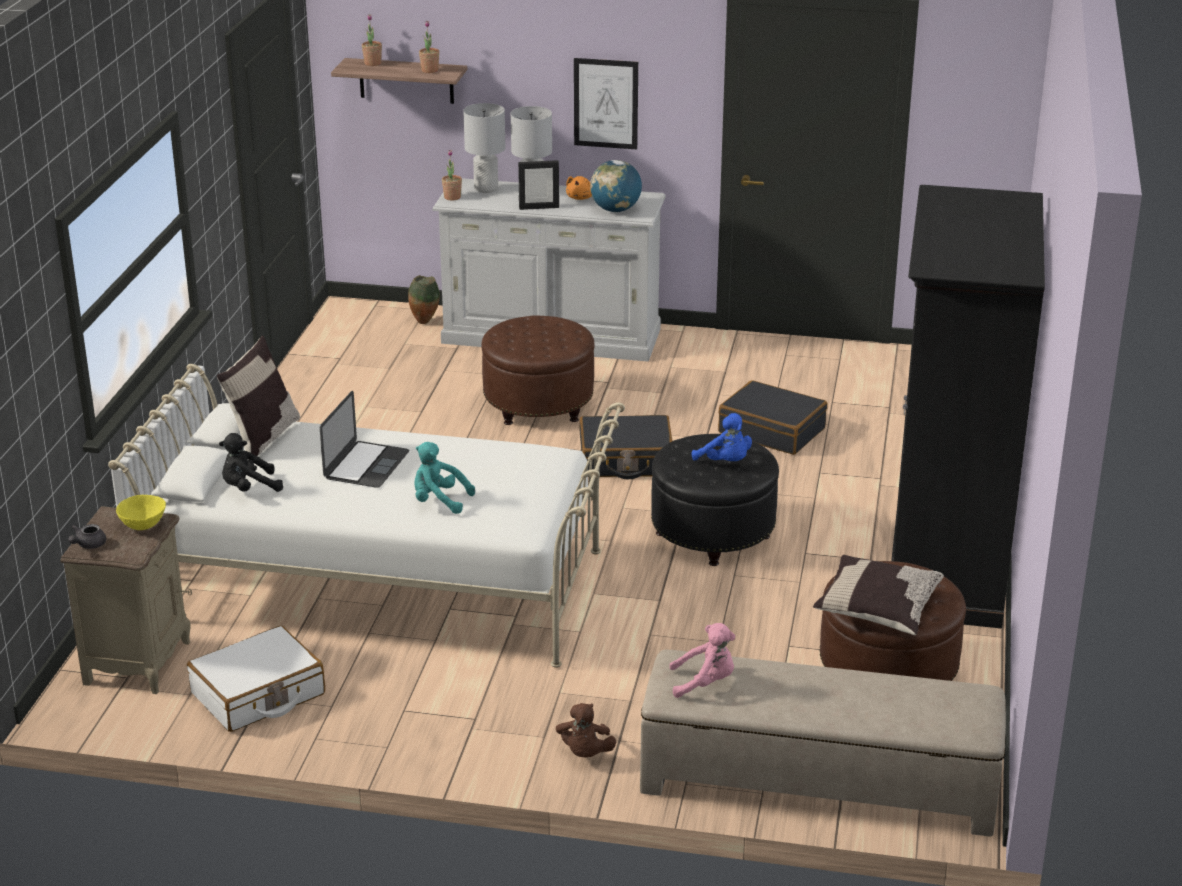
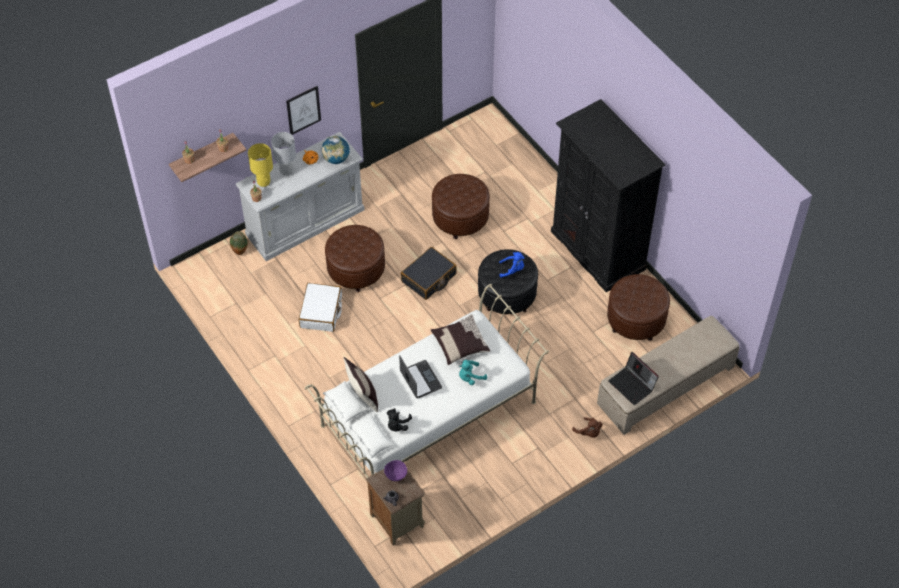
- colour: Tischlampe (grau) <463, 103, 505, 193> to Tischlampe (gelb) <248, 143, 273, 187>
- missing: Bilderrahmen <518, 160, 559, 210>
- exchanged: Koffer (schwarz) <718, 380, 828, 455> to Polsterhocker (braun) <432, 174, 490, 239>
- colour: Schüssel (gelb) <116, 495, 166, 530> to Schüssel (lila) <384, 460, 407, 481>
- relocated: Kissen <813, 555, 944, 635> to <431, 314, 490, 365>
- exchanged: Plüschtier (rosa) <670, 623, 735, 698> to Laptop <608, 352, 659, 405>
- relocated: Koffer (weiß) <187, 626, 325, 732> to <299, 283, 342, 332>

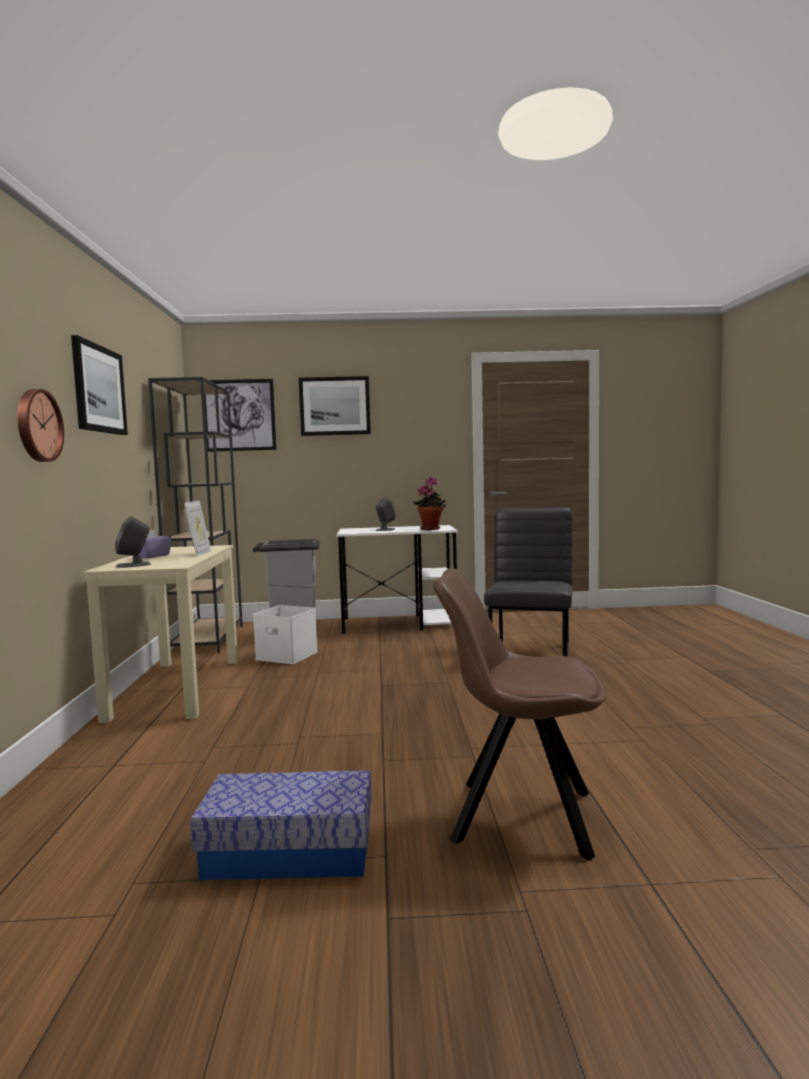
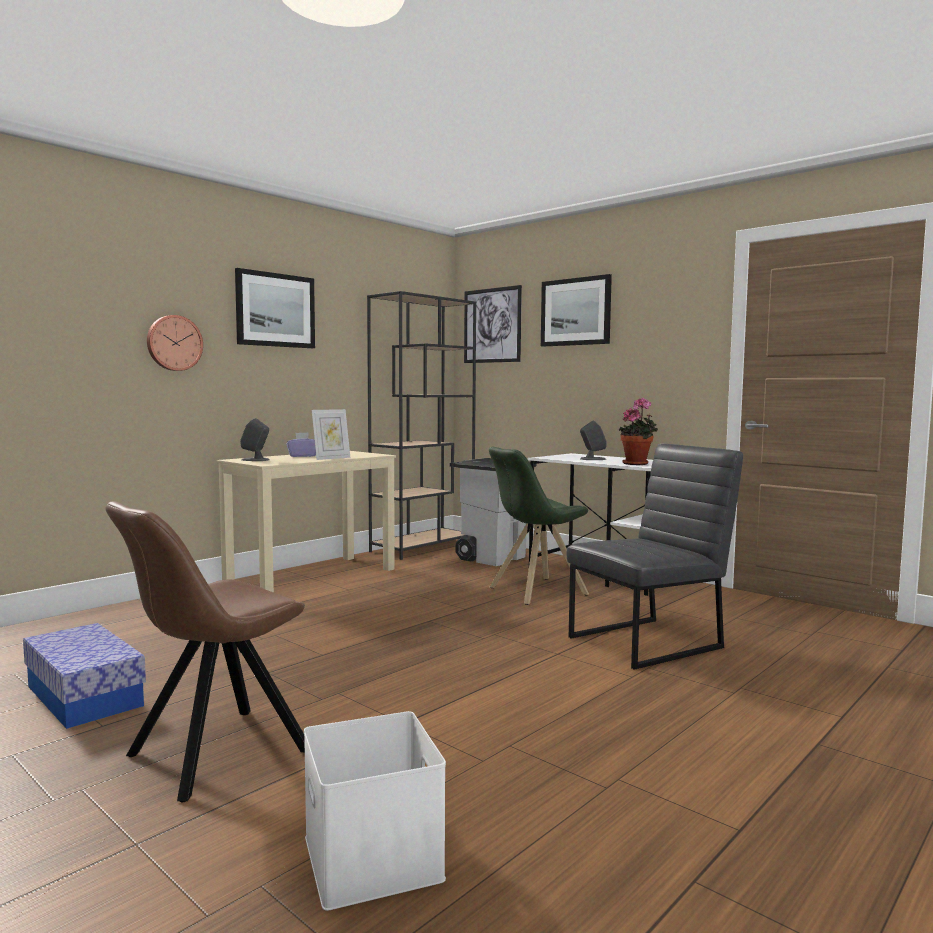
- spun: Stuhl (braun) <433, 568, 607, 860> = <105, 501, 305, 802> 105 degrees counterclockwise
- relocated: Aufbewahrungsbox (weiß) <253, 605, 318, 664> to <304, 711, 446, 911>
- appeared: Stuhl (grün) <489, 446, 589, 605>

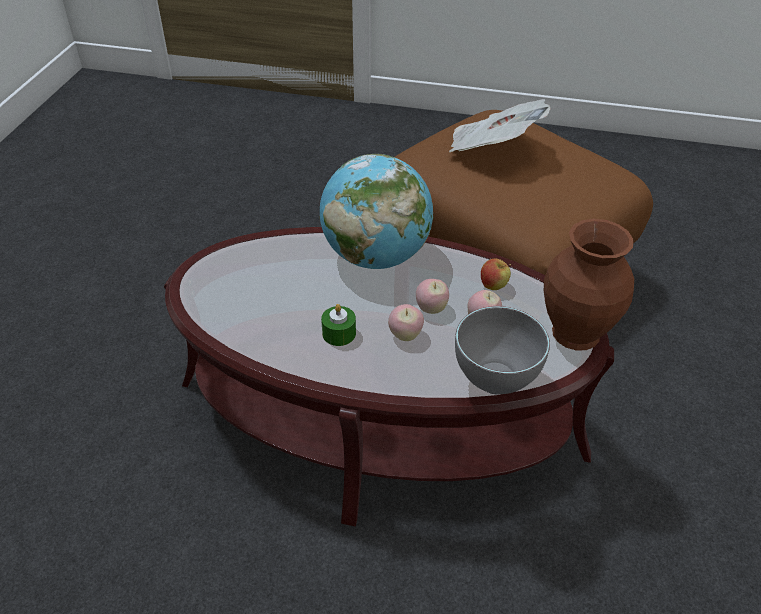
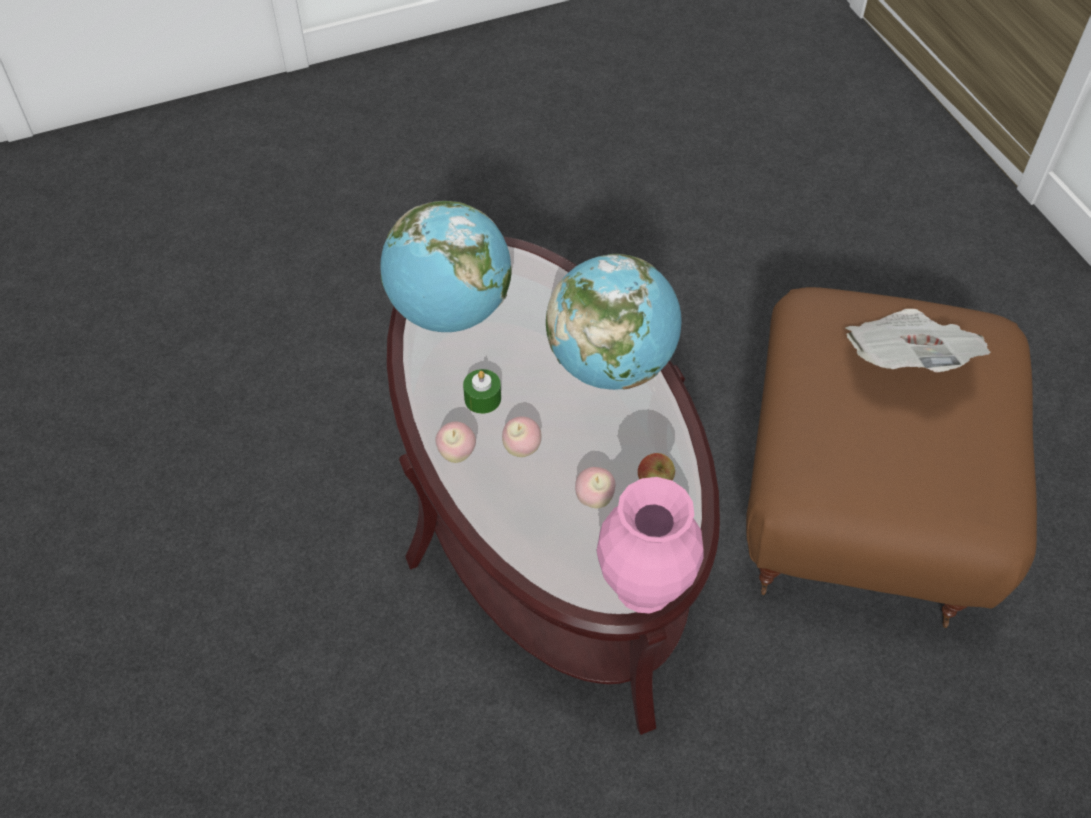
- colour: Vase (braun) <544, 219, 634, 351> to Vase (rosa) <596, 477, 704, 614>
- relocated: Apfel <416, 279, 449, 314> to <435, 421, 476, 463>
- missing: Schüssel (grau) <455, 306, 550, 394>
- appeared: Globus <380, 201, 512, 332>

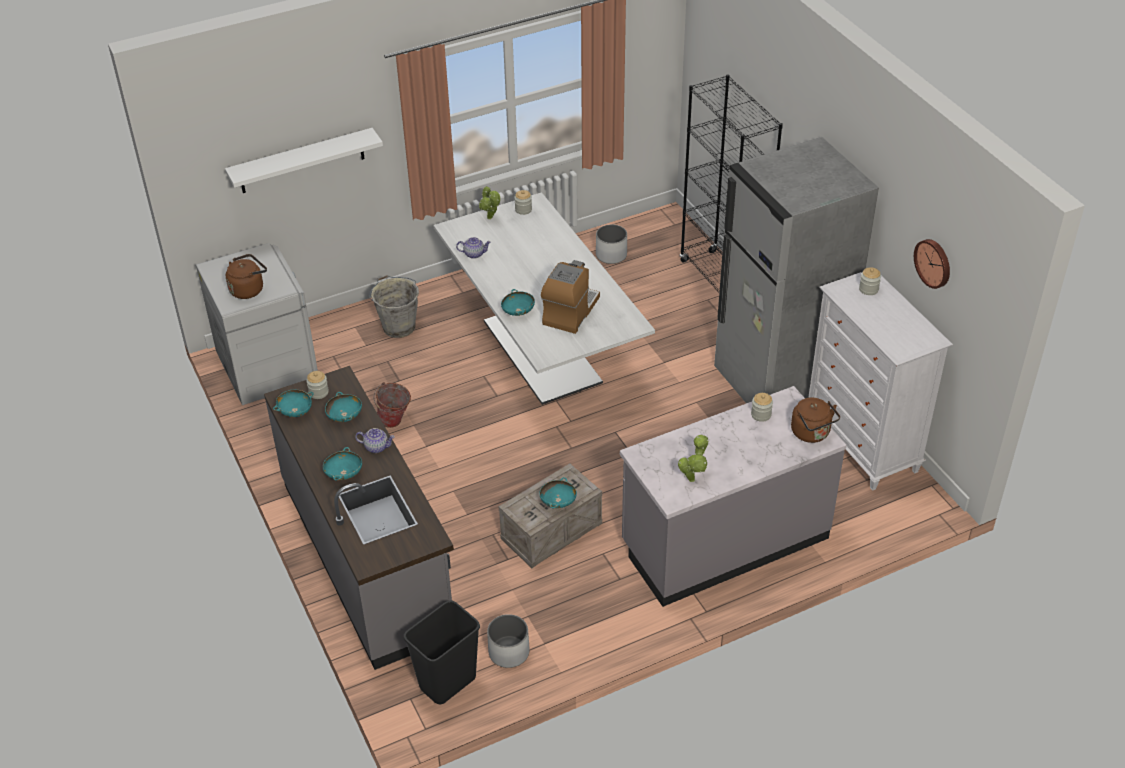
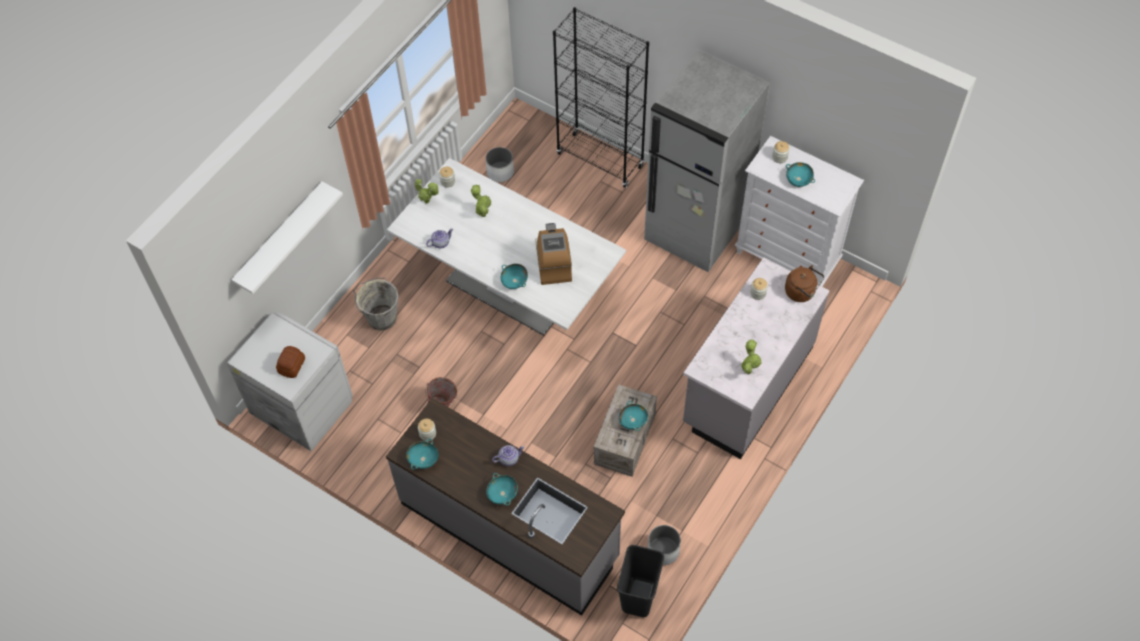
- missing: Wanduhr <914, 239, 950, 289>
- exchanged: Wasserkessel (braun) <226, 254, 267, 299> to Brot <276, 346, 305, 378>
- relocated: Schüssel (türkis) <325, 392, 362, 422> to <786, 162, 815, 187>
- appeared: Topfpflanze <471, 185, 491, 217>

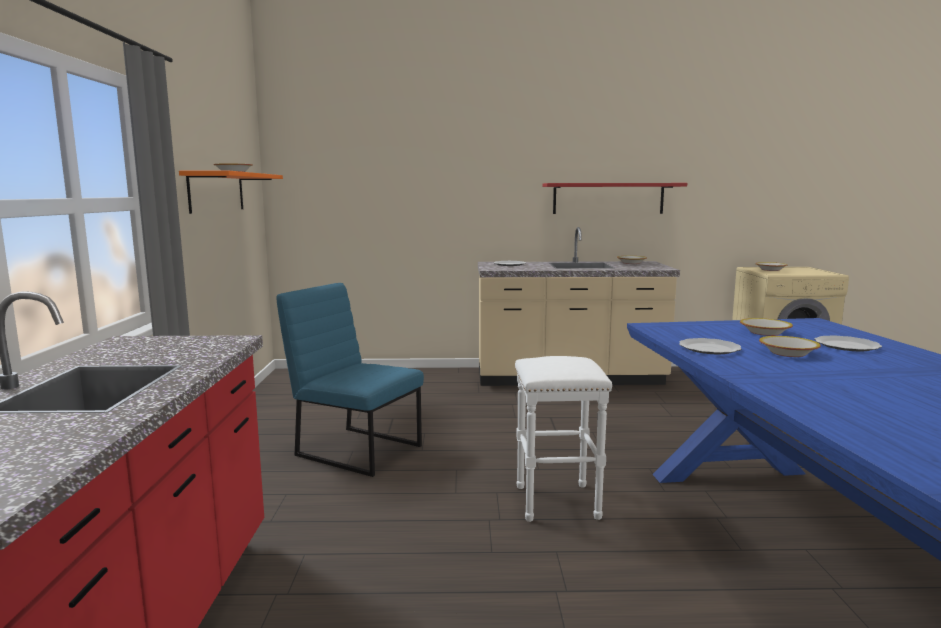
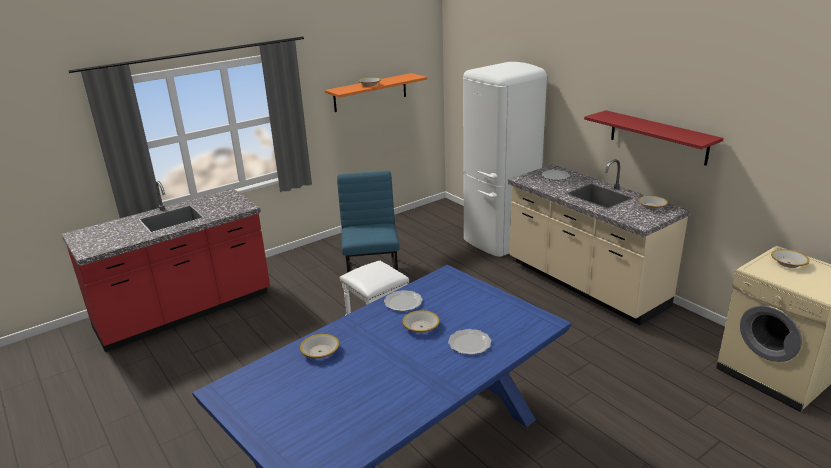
- relocated: Schüssel <740, 318, 793, 336> to <300, 334, 339, 359>
- appeared: Kühlschrank (weiß) <463, 62, 547, 257>

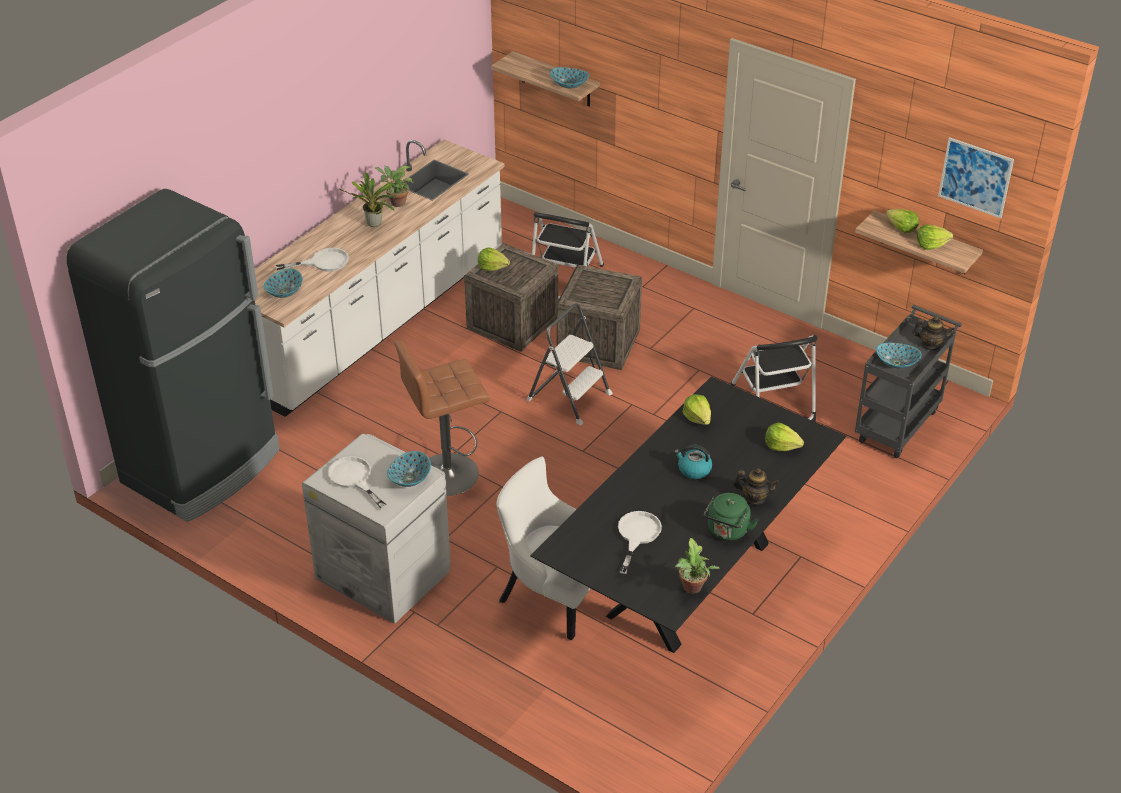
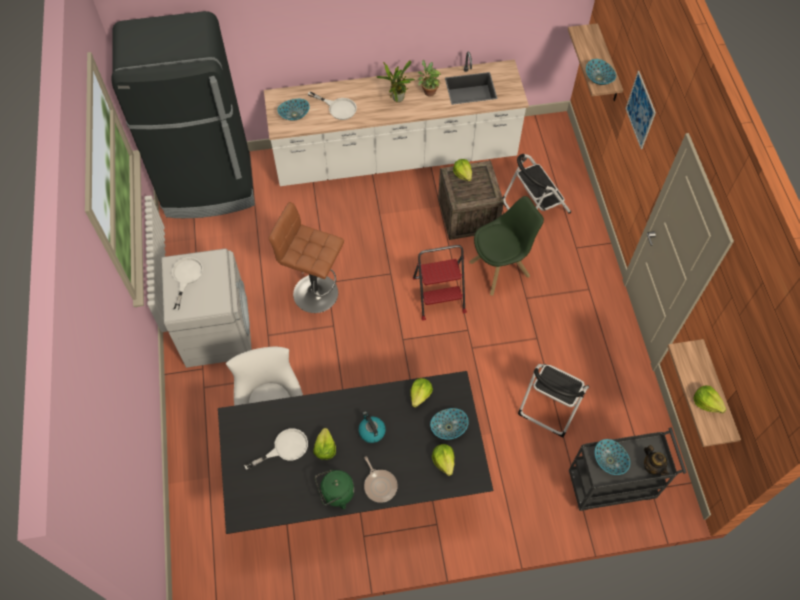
- relocated: Bild <938, 137, 1014, 218> to <625, 71, 656, 149>
- relocated: Salatkopf <886, 209, 919, 233> to <313, 428, 336, 460>
- exchanged: Kiste <557, 265, 642, 370> to Stuhl (grün) <469, 196, 544, 296>
- colour: Trittleiter (weiß) <527, 303, 613, 425> to Trittleiter (rot) <413, 245, 467, 321>
- relocated: Schüssel <387, 451, 431, 487> to <430, 408, 469, 440>
- exchanged: Teekanne <733, 468, 779, 505> to Pfanne <364, 457, 398, 503>
- missing: Topfpflanze <675, 538, 719, 594>

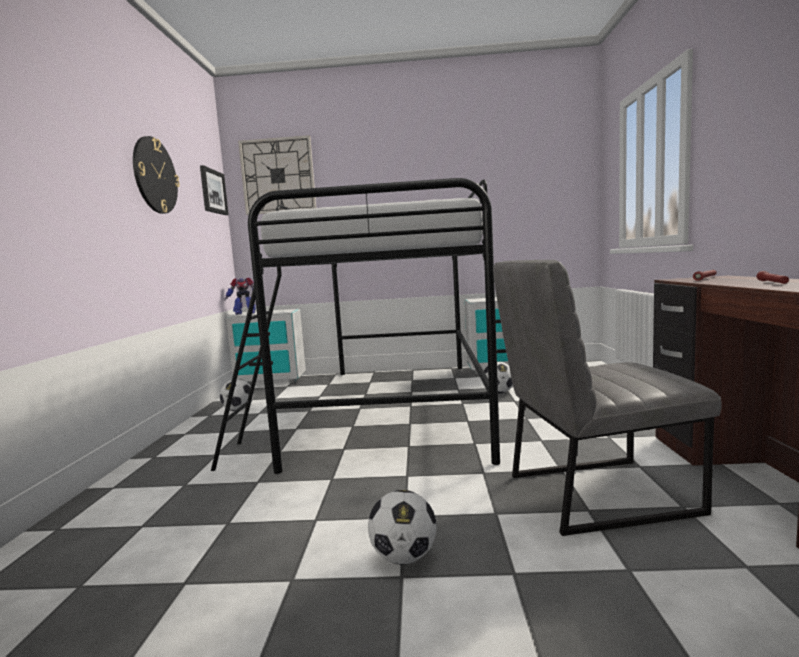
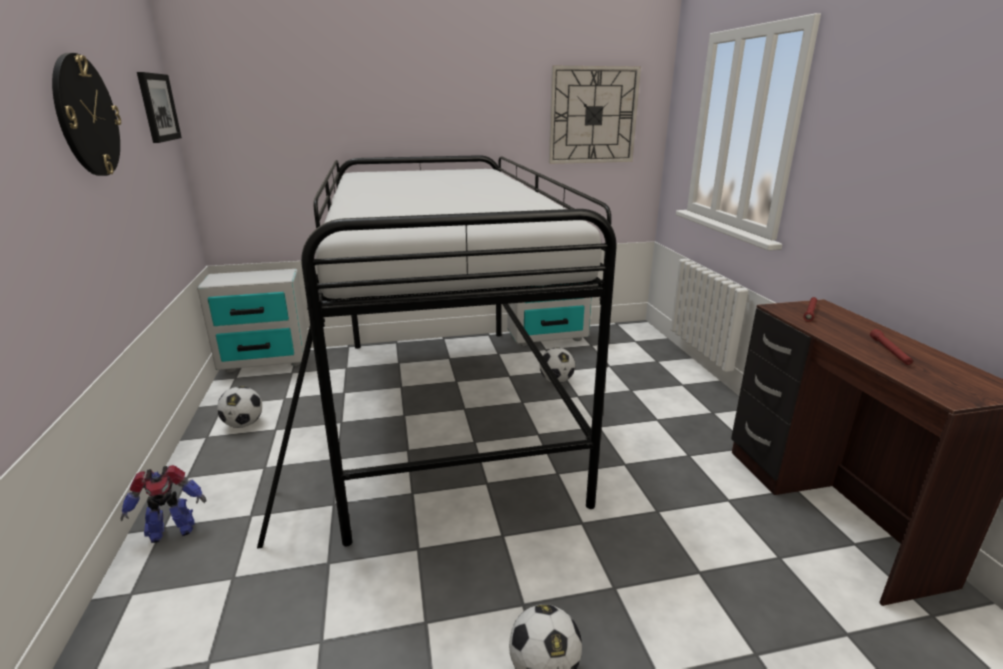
- relocated: Wanduhr <238, 135, 316, 215> to <549, 66, 641, 164>
- missing: Stuhl (grau) <493, 260, 722, 536>
- relocated: Spielzeugroboter <225, 278, 256, 315> to <121, 465, 206, 543>

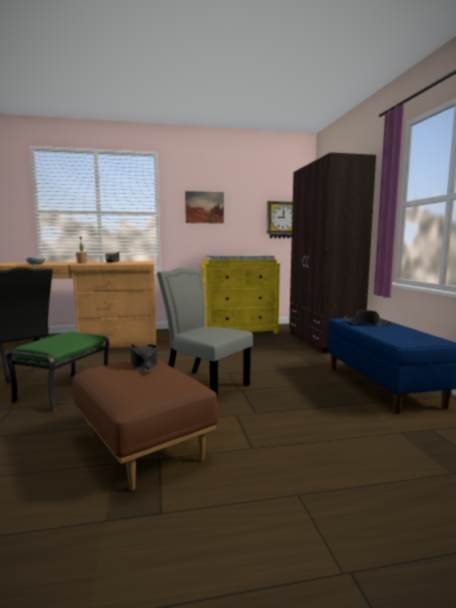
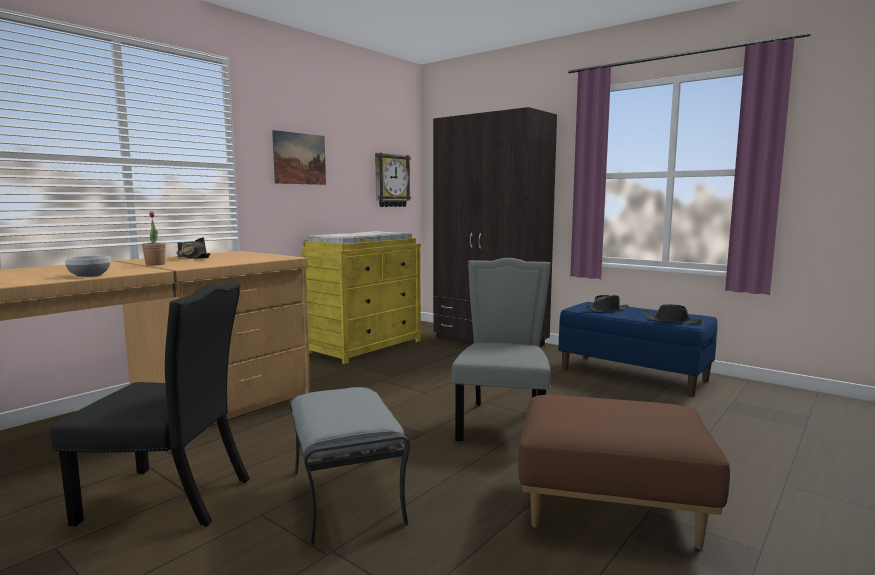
- spun: Stuhl (grau) <157, 267, 253, 400> = <452, 258, 551, 441> 105 degrees clockwise
- colour: Polsterhocker (grün) <6, 332, 109, 411> to Polsterhocker (grau) <289, 387, 410, 546>
- relocated: Hut (schwarz) <130, 344, 158, 372> to <643, 304, 703, 324>

